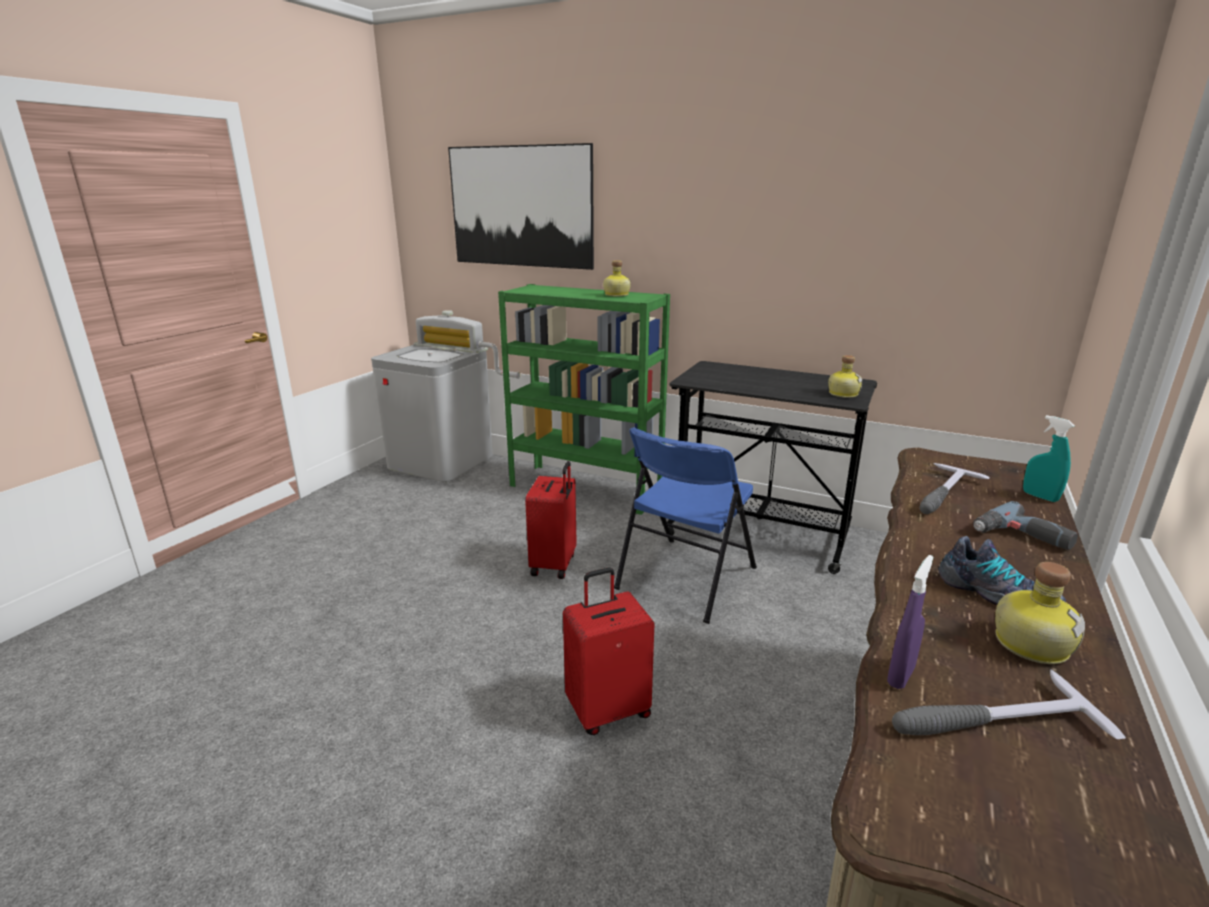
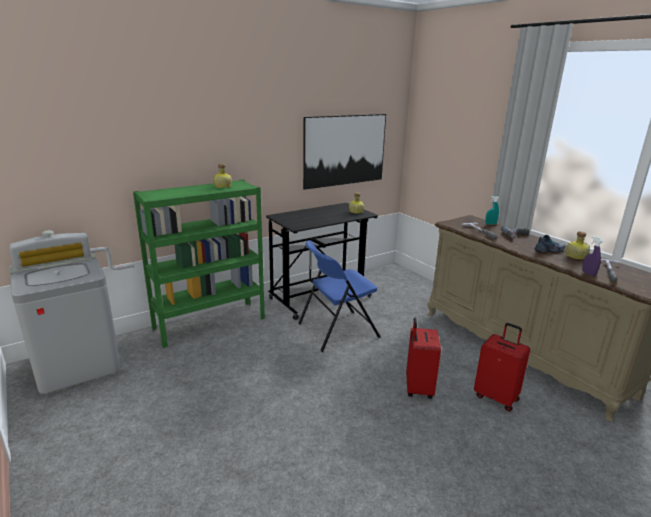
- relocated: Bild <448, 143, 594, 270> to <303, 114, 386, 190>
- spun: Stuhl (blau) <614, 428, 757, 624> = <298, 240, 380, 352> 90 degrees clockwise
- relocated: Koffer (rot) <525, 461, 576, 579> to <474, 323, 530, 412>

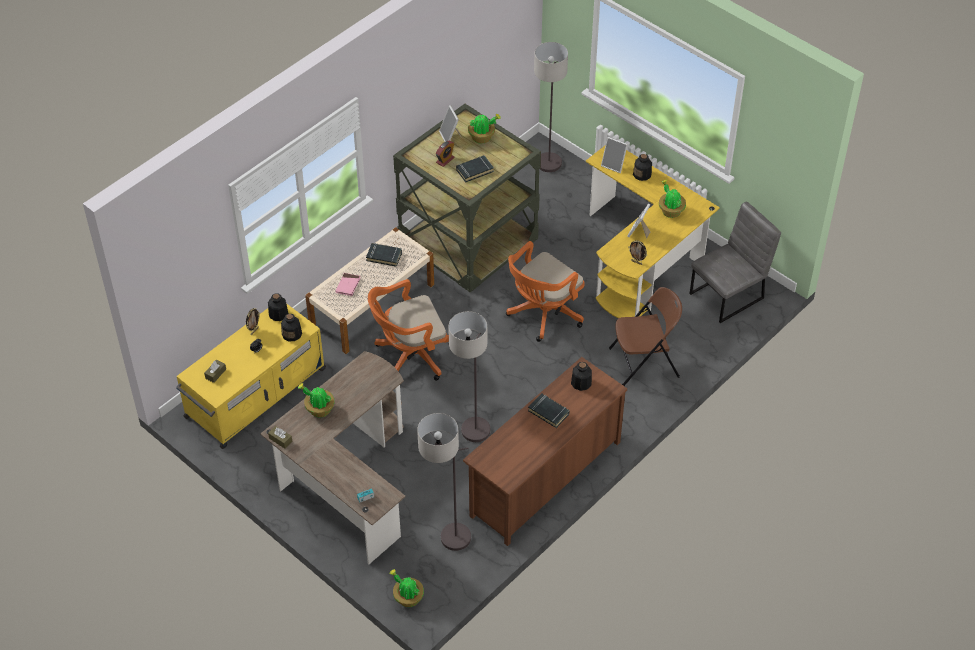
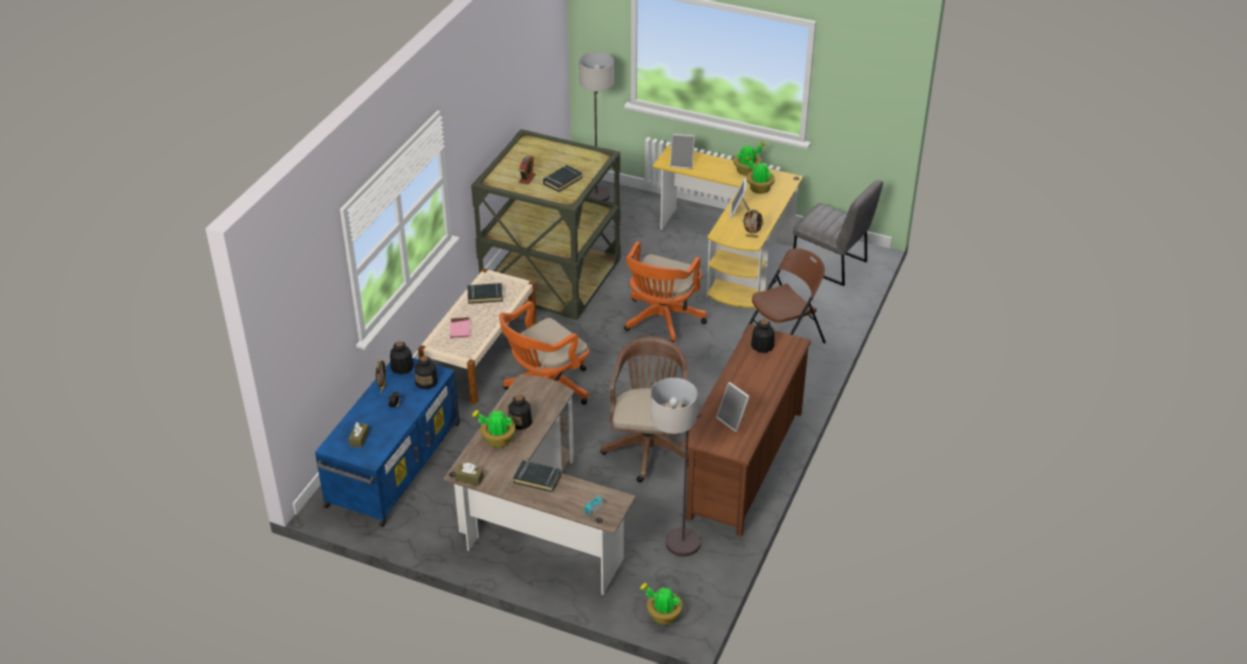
- relocated: Bilderrahmen <439, 105, 461, 142> to <716, 382, 750, 432>
- relocated: Topfpflanze <468, 114, 501, 144> to <733, 141, 766, 176>
- relocated: Flasche <633, 154, 652, 181> to <509, 395, 532, 430>
- spun: Stuhl (grau) <689, 201, 781, 323> = <793, 180, 883, 286> 90 degrees clockwise
- colour: Schrank (gelb) <176, 303, 326, 449> to Schrank (blau) <315, 358, 460, 527>
- exchanged: Stehlampe (grau) <448, 311, 490, 442> to Bürostuhl (braun) <600, 336, 689, 483>
- relocated: Buch (schwarz) <528, 393, 570, 428> to <513, 460, 561, 492>

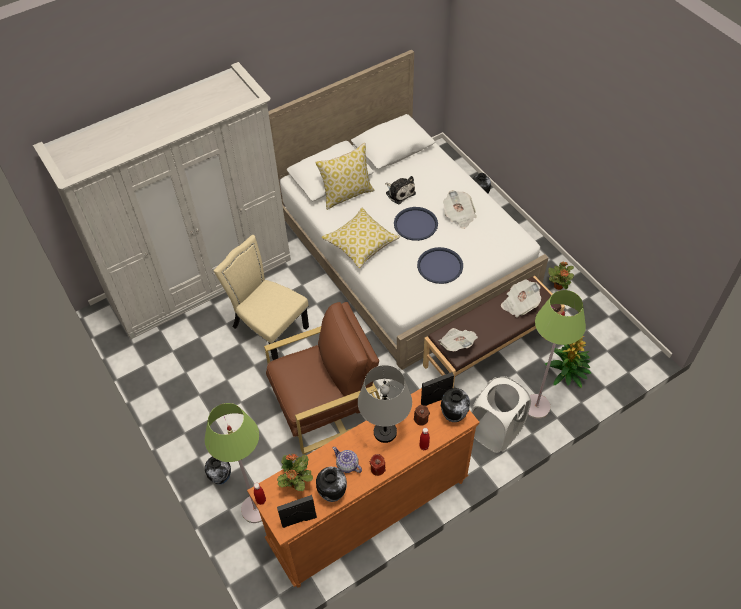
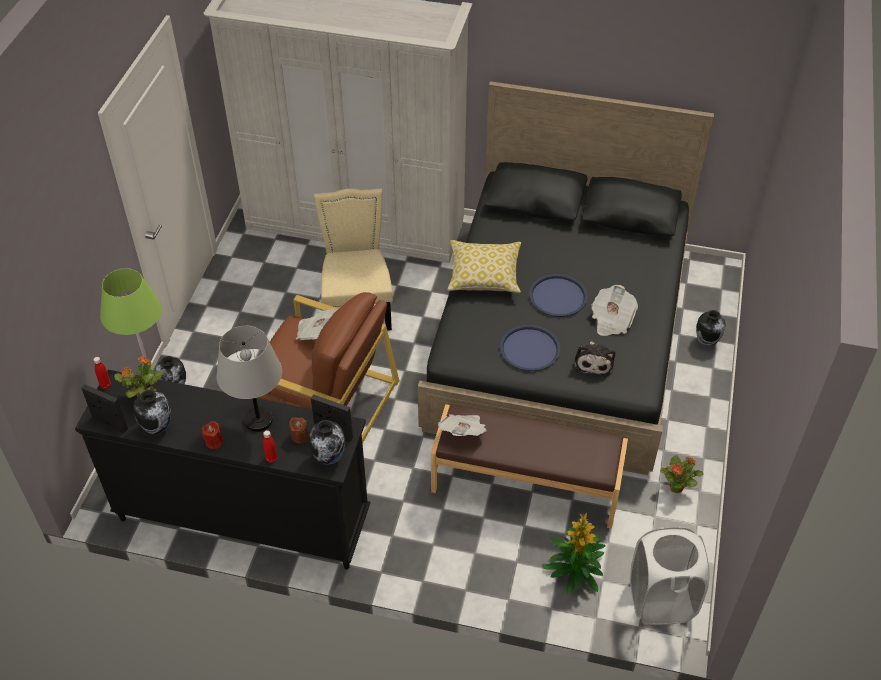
- colour: Bett (weiß) <268, 50, 549, 370> to Bett (schwarz) <418, 81, 714, 475>
- missing: Kissen <315, 143, 375, 210>
- relocated: Plüschtier <385, 176, 416, 204> to <574, 341, 615, 376>
- relocated: Zeitung <501, 280, 541, 318> to <296, 309, 337, 340>
- missing: Stehlampe (grün) <528, 290, 586, 419>
- relocated: Wäschekorb (weiß) <471, 376, 531, 453> to <630, 526, 710, 625>
- colour: Kommode (orange) <247, 388, 479, 588> to Kommode (schwarz) <75, 370, 371, 570>
- missing: Teekanne <333, 447, 362, 473>

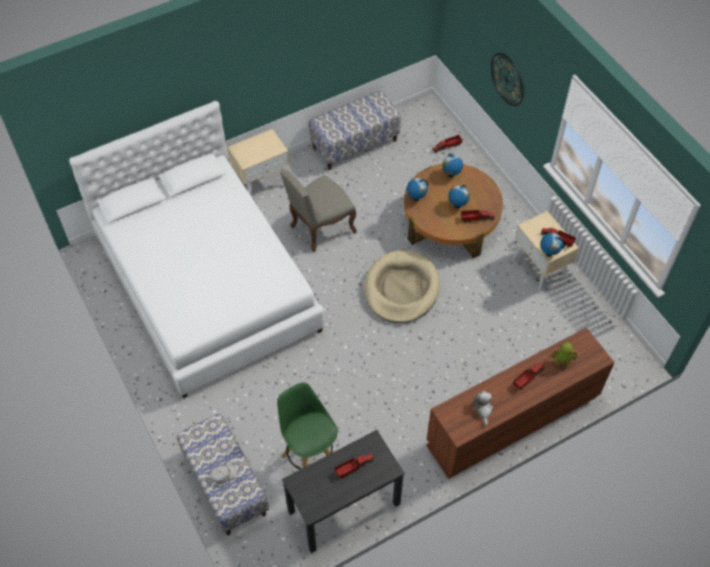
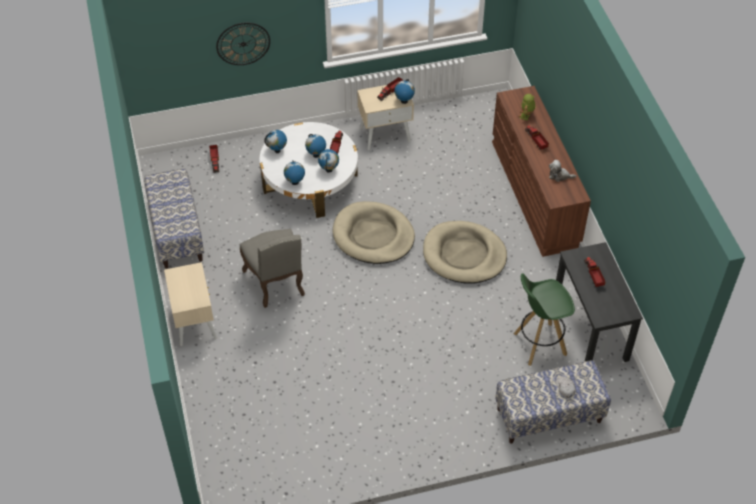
- missing: Bett (weiß) <69, 101, 324, 398>
- colour: Couchtisch (braun) <404, 163, 503, 259> to Couchtisch (weiß) <259, 122, 358, 218>
- appeared: Globus <318, 149, 339, 173>
- appeared: Hundebett (beige) <423, 221, 507, 283>

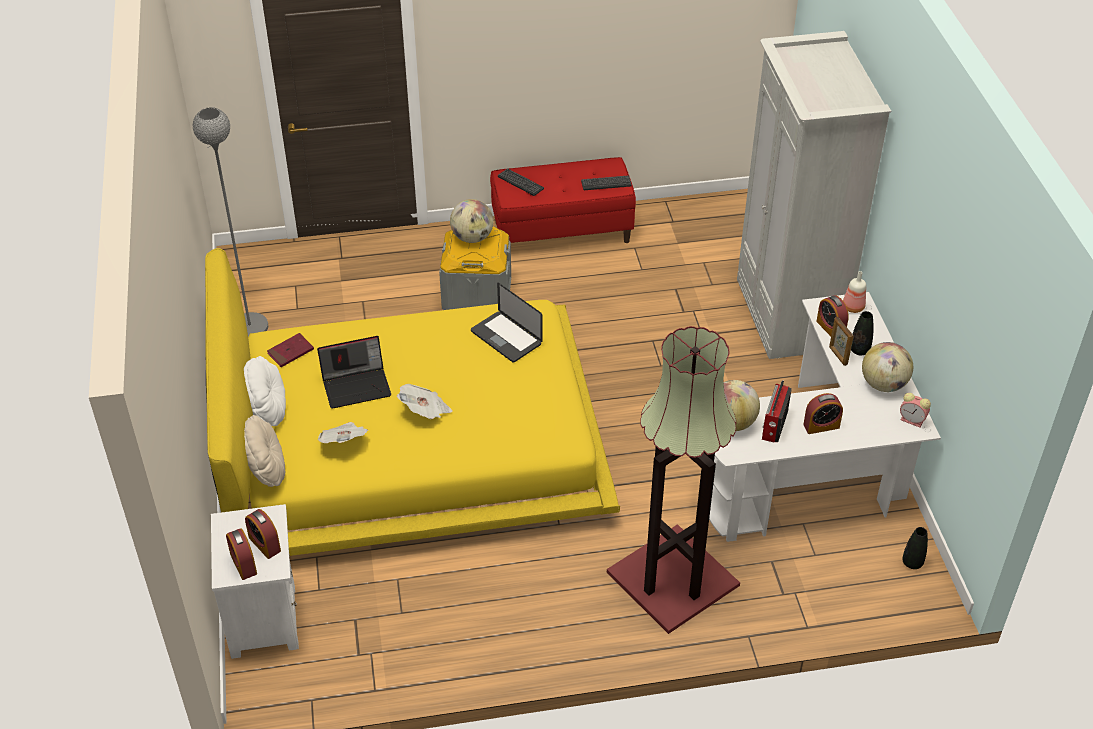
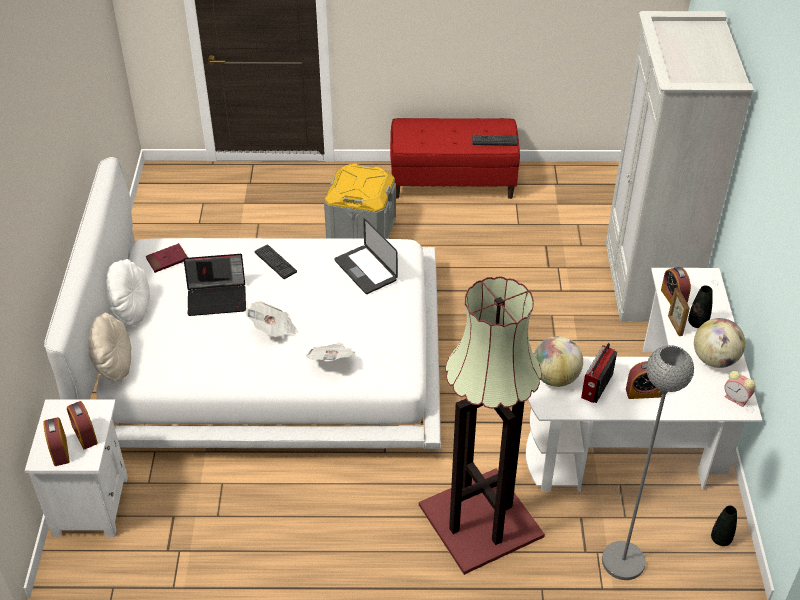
- relocated: Stehlampe (grau) <193, 107, 268, 336> to <602, 345, 694, 580>
- relocated: Tastatur <498, 168, 544, 196> to <255, 245, 297, 279>
- missing: Globus <450, 199, 494, 243>
- colour: Bett (gelb) <205, 248, 620, 556> to Bett (weiß) <44, 157, 441, 449>
- missing: Flasche <843, 271, 866, 313>
- relocated: Zeitung <317, 422, 368, 443> to <306, 343, 355, 362>

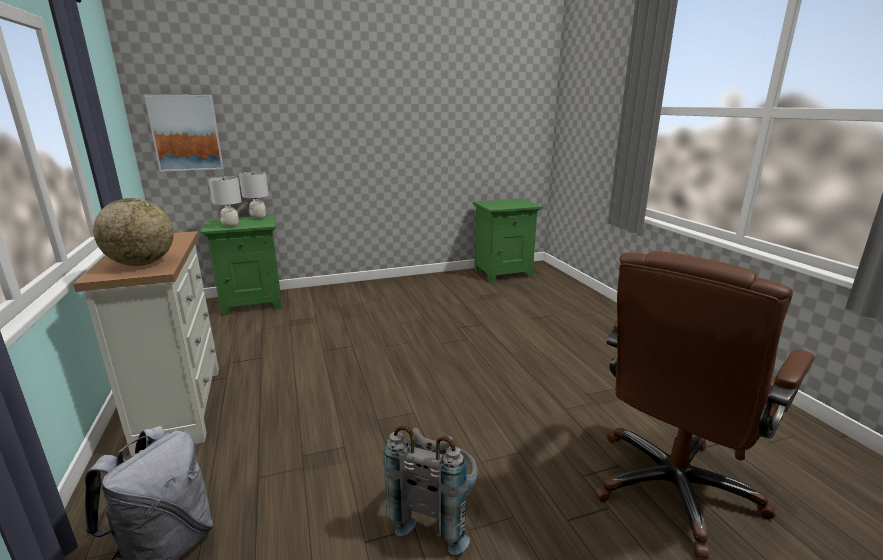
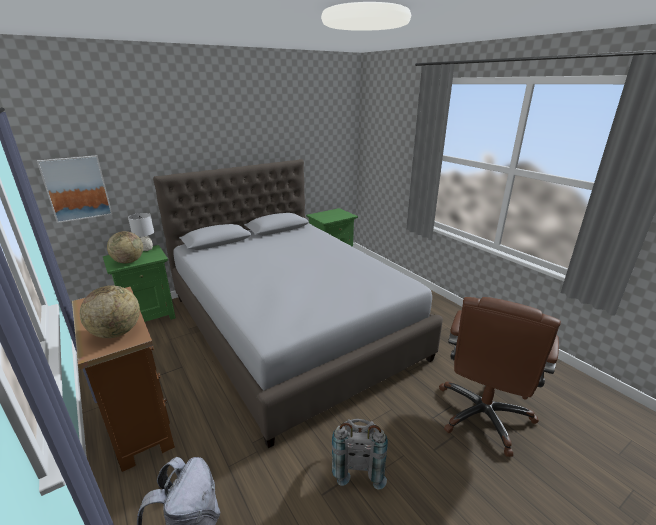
- exchanged: Tischlampe (grau) <208, 176, 241, 227> to Globus <107, 231, 143, 263>
- colour: Kommode (weiß) <74, 231, 219, 456> to Kommode (braun) <72, 287, 175, 472>
- appeared: Bett (grau) <153, 159, 443, 448>

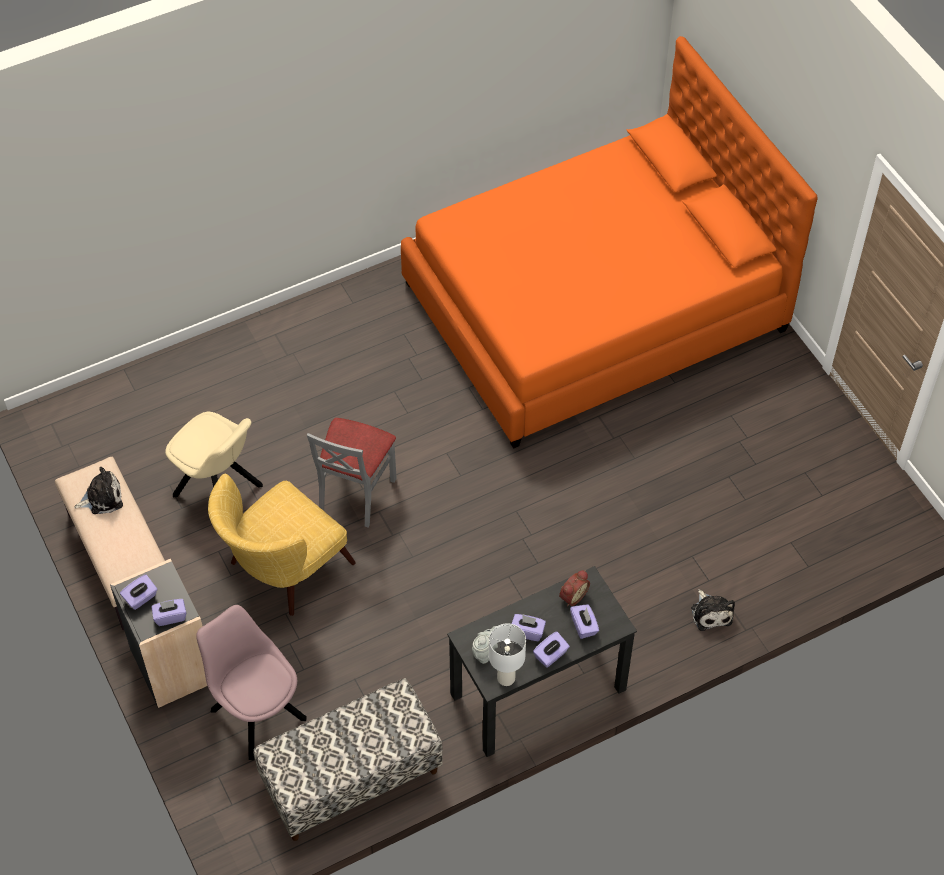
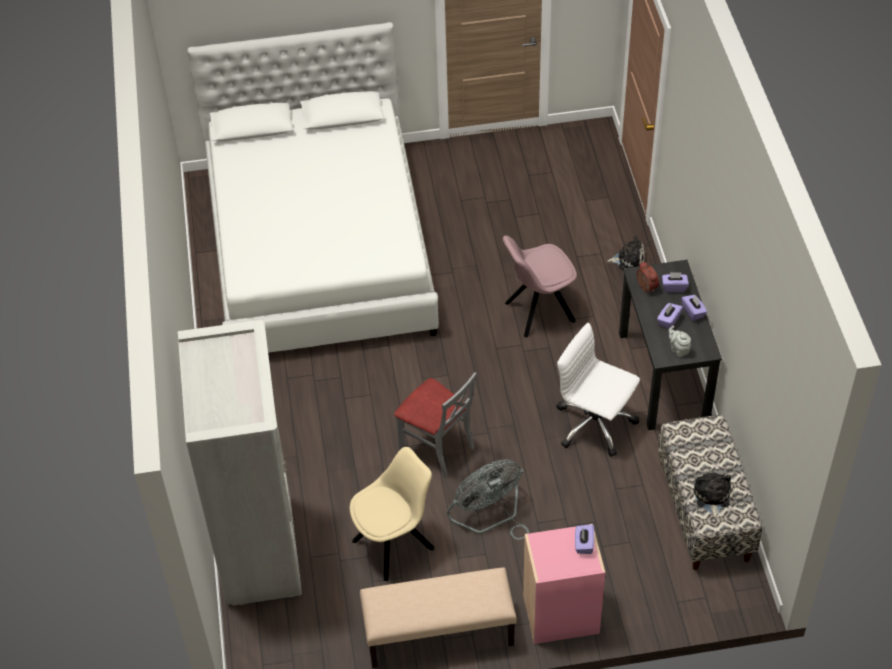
- colour: Bett (orange) <401, 36, 818, 449> to Bett (weiß) <187, 22, 439, 353>
- relocated: Plüschtier <74, 467, 123, 514> to <694, 472, 731, 519>
- exchanged: Sessel (gelb) <208, 473, 356, 616> to Ventilator (grau) <447, 460, 529, 540>
- colour: Bücherregal (schwarz) <110, 559, 207, 708> to Bücherregal (rosa) <523, 524, 605, 644>
- missing: Taschentuchbox (lila) <120, 574, 158, 610>
- relocated: Stuhl (rosa) <196, 605, 307, 760> to <503, 235, 577, 337>
- missing: Tischlampe (weiß) <489, 623, 526, 686>
- appeared: Kleiderschrank (weiß) <178, 320, 302, 605>
- appeared: Bürostuhl (weiß) <556, 323, 640, 457>

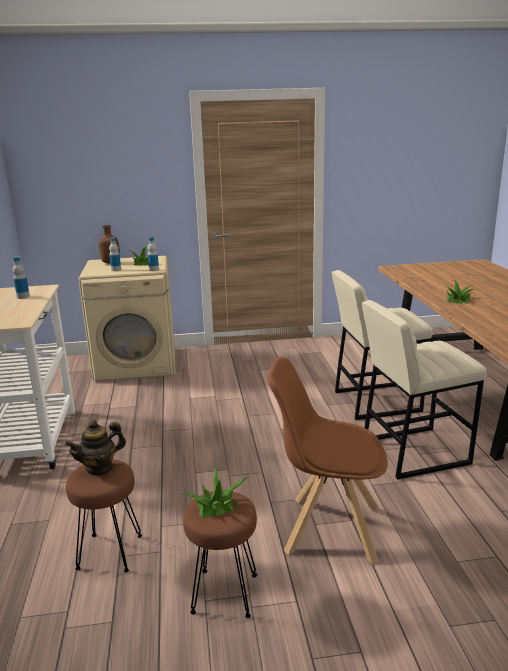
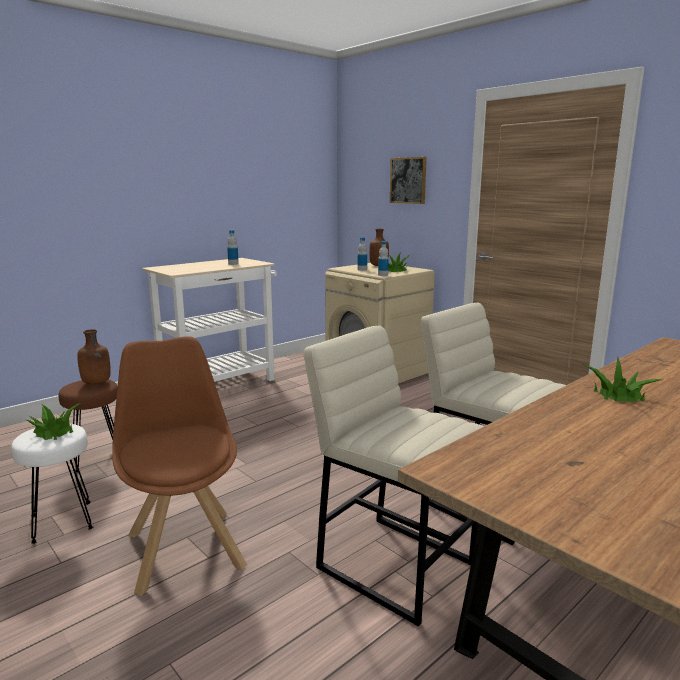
- exchanged: Teekanne <65, 420, 126, 476> to Flasche (braun) <77, 329, 111, 385>
- colour: Hocker (braun) <183, 491, 257, 618> to Hocker (weiß) <11, 424, 93, 544>
- appeared: Bild <390, 157, 427, 204>

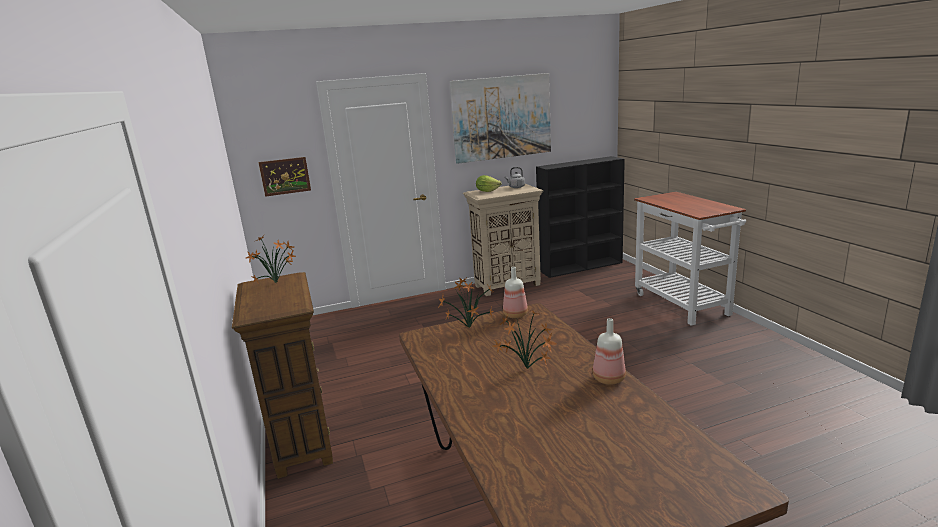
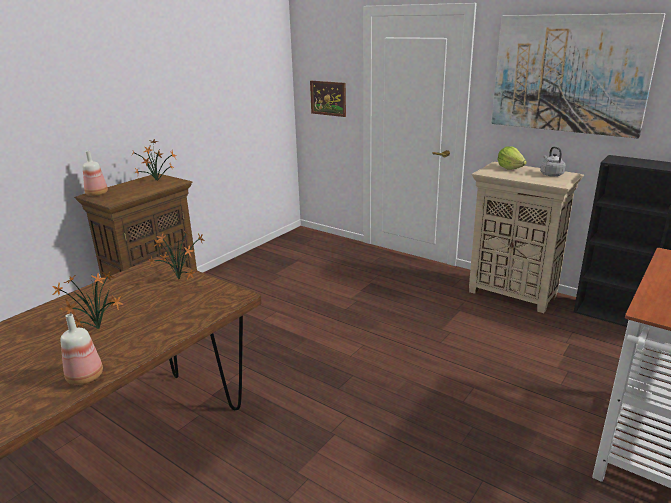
- relocated: Flasche <503, 267, 528, 318> to <83, 151, 108, 196>

